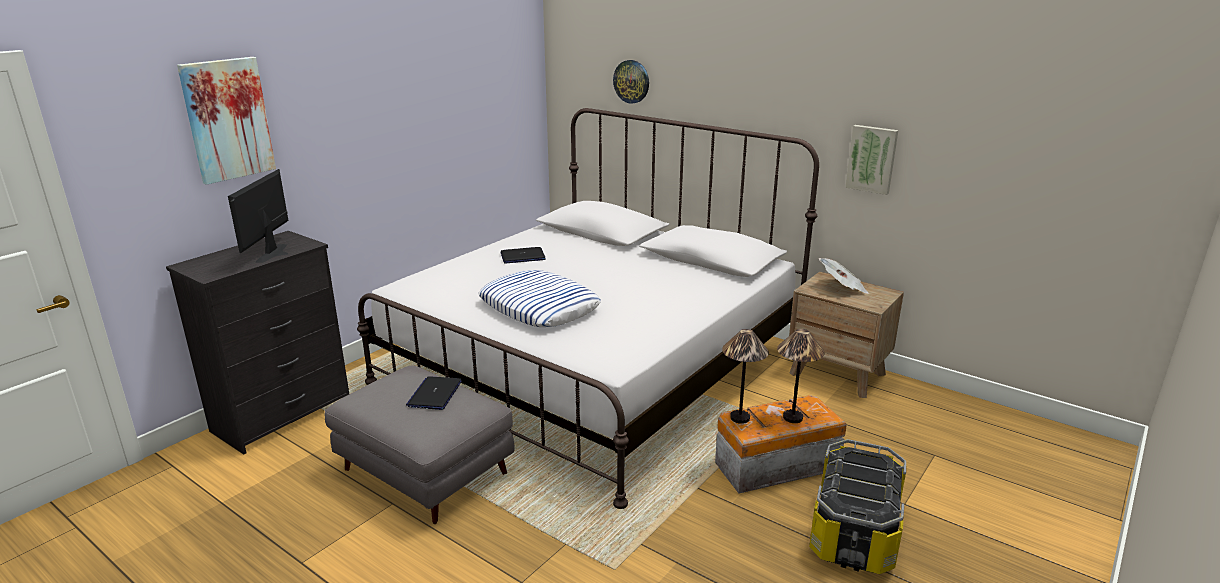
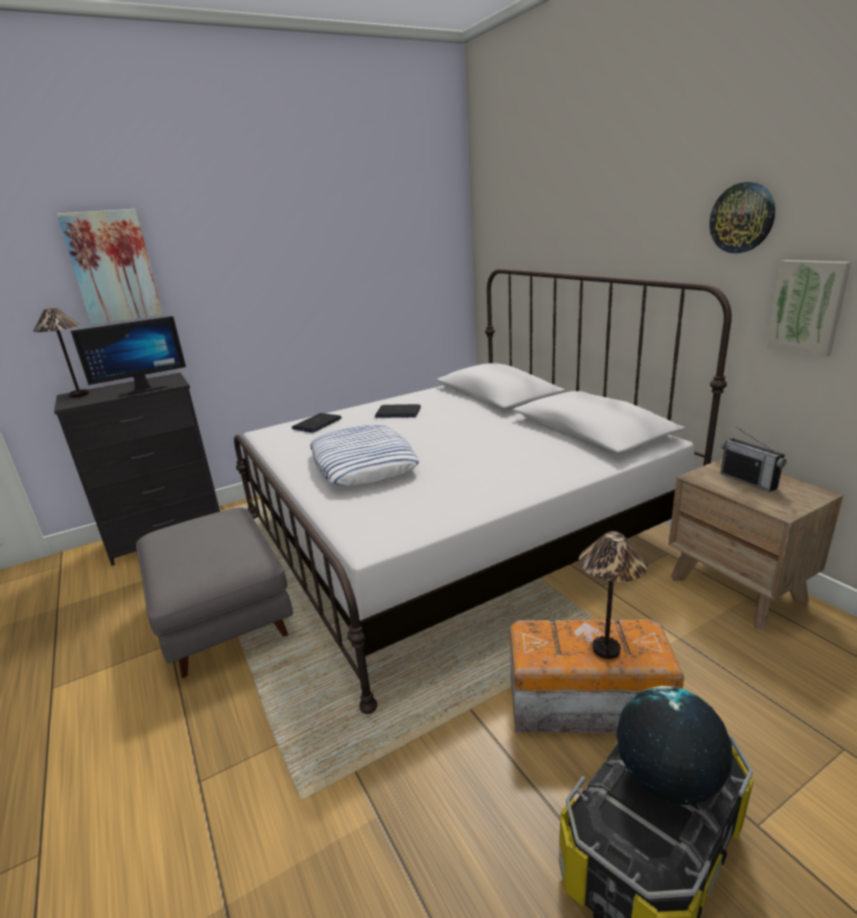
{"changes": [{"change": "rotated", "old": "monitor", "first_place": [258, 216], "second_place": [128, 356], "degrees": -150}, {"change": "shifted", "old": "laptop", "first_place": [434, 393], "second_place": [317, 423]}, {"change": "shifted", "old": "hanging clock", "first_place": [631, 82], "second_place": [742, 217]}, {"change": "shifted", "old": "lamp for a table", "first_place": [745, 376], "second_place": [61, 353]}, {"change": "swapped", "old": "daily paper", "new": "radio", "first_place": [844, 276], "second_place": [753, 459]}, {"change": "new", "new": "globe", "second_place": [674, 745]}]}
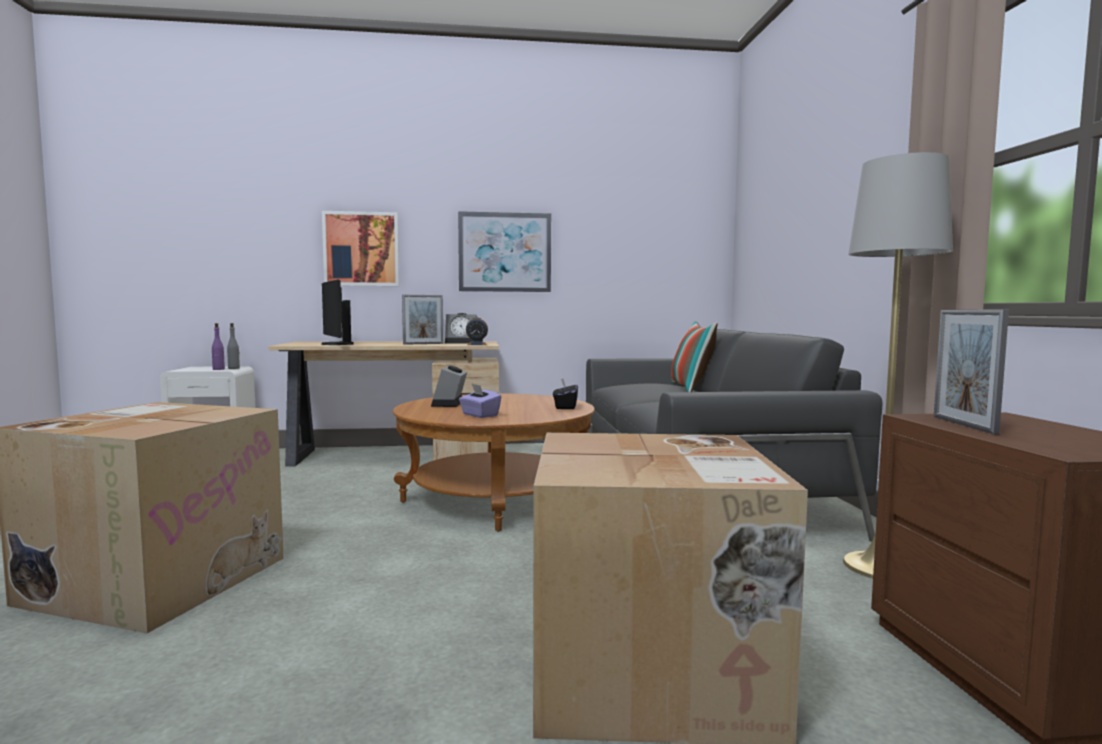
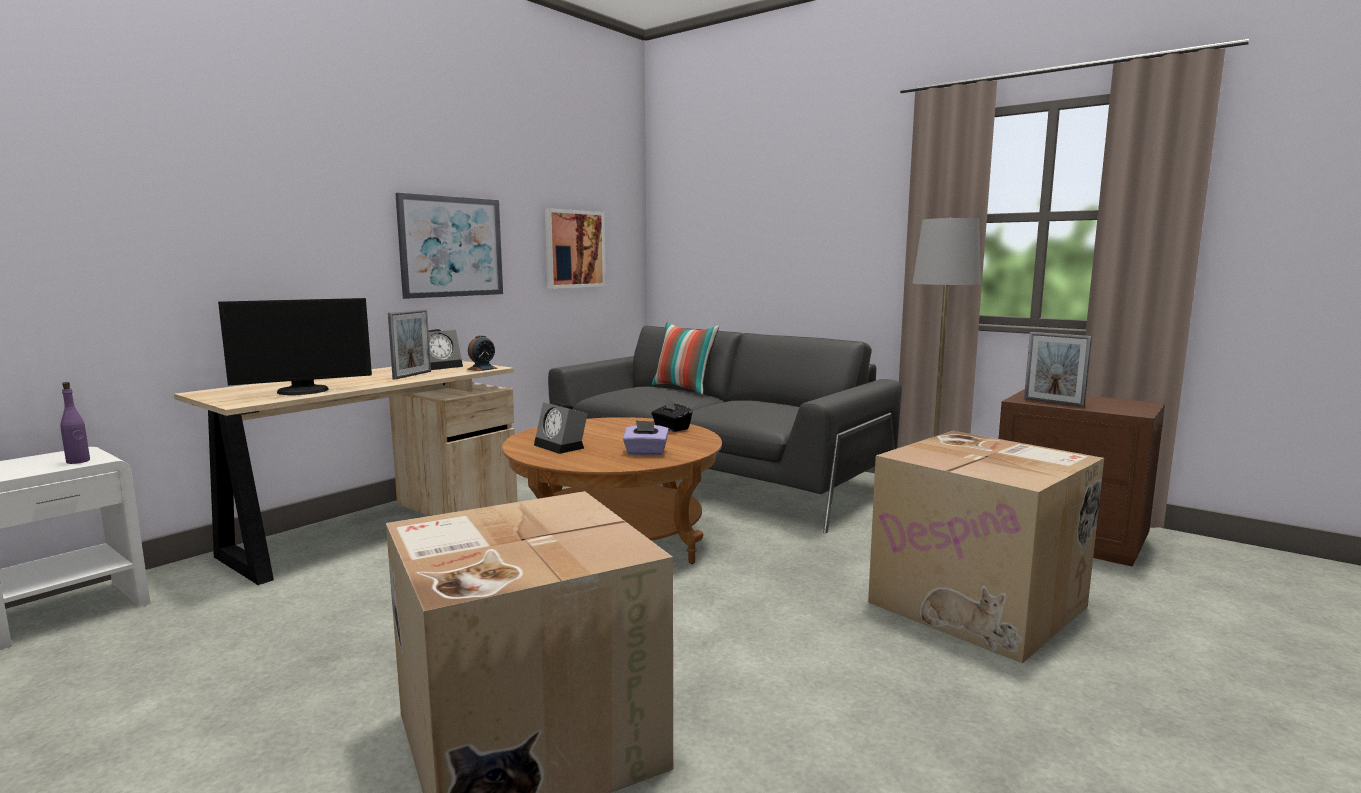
{"changes": [{"change": "gone", "old": "bottle (grey)", "first_place": [233, 346]}, {"change": "rotated", "old": "monitor", "first_place": [337, 312], "second_place": [295, 346], "degrees": -45}, {"change": "shifted", "old": "wall art", "first_place": [360, 248], "second_place": [575, 248]}]}
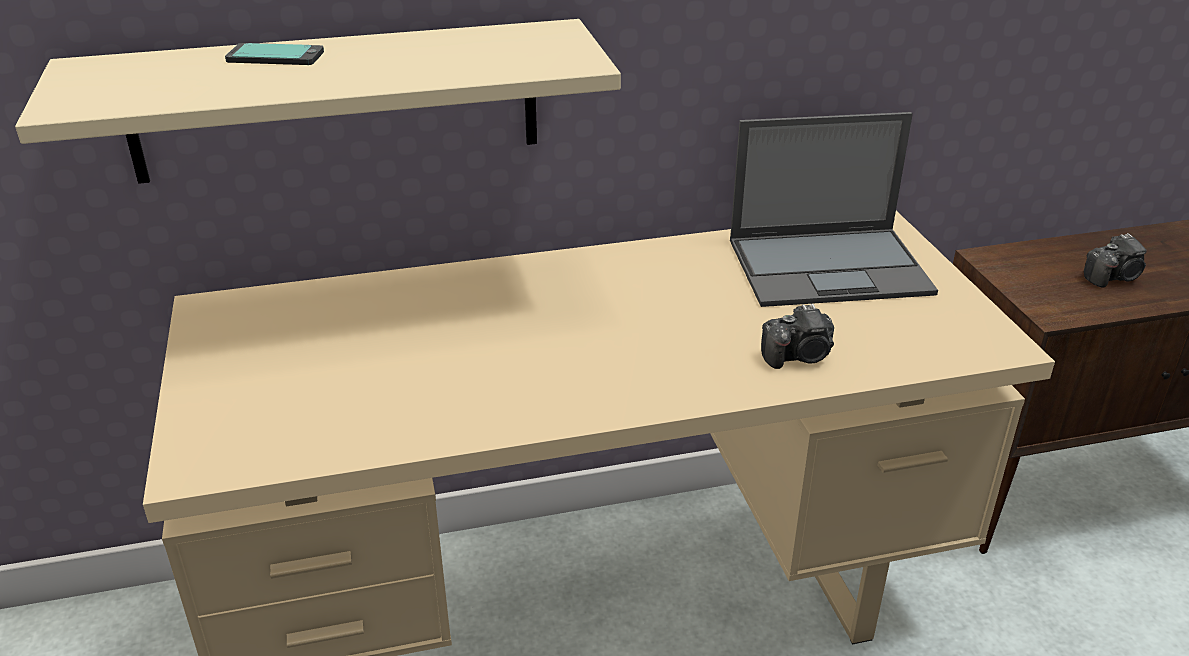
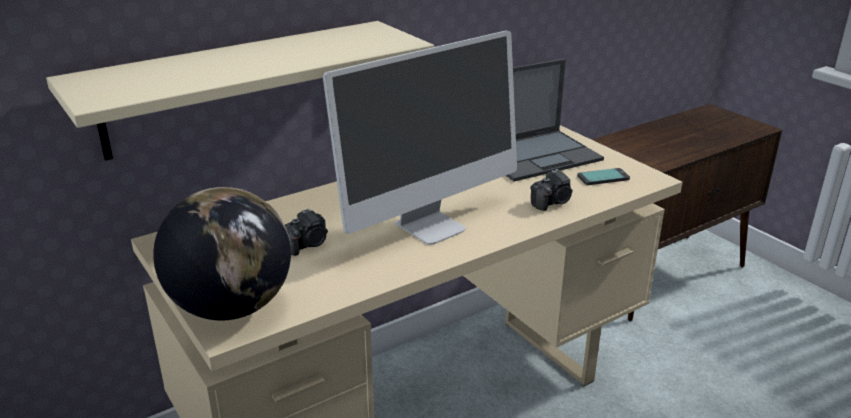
{"changes": [{"change": "shifted", "old": "phone", "first_place": [274, 54], "second_place": [603, 176]}, {"change": "shifted", "old": "photo camera", "first_place": [1115, 260], "second_place": [306, 232]}, {"change": "new", "new": "globe", "second_place": [222, 254]}, {"change": "new", "new": "monitor", "second_place": [420, 138]}]}
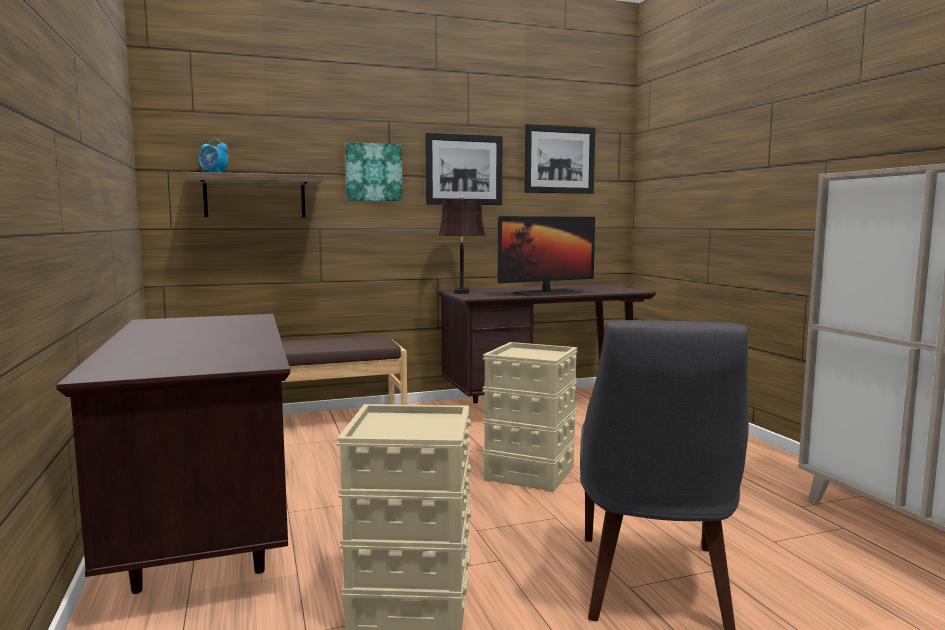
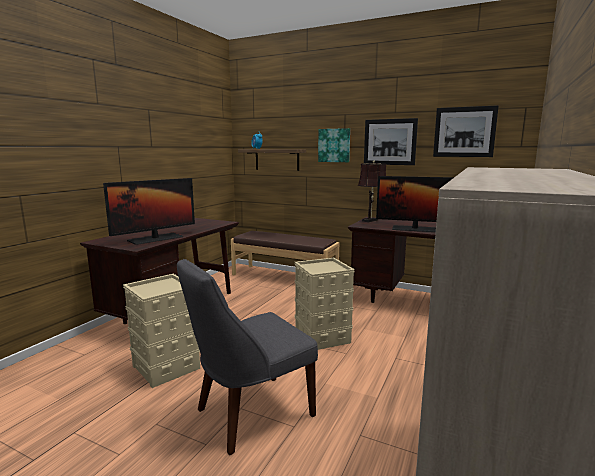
{"changes": [{"change": "new", "new": "monitor", "second_place": [149, 211]}]}
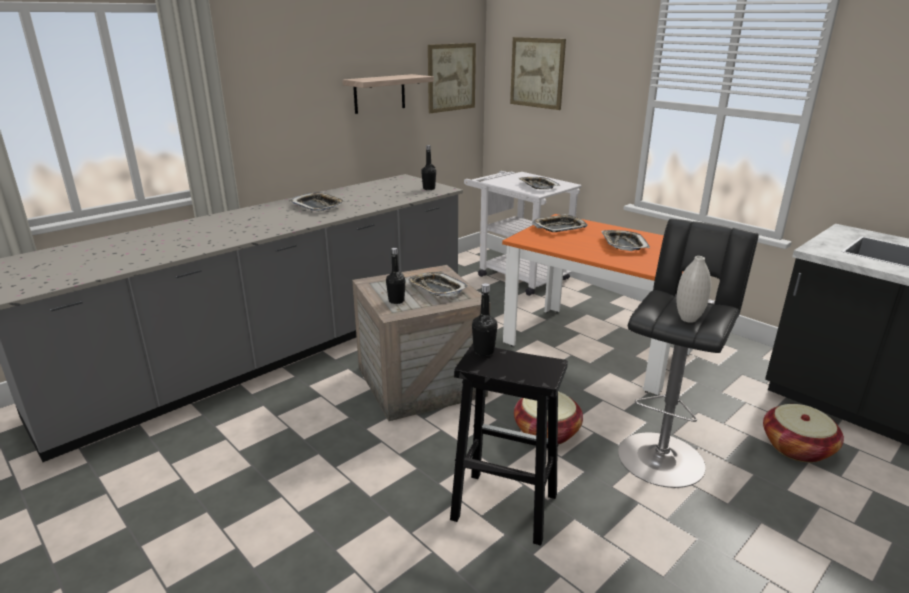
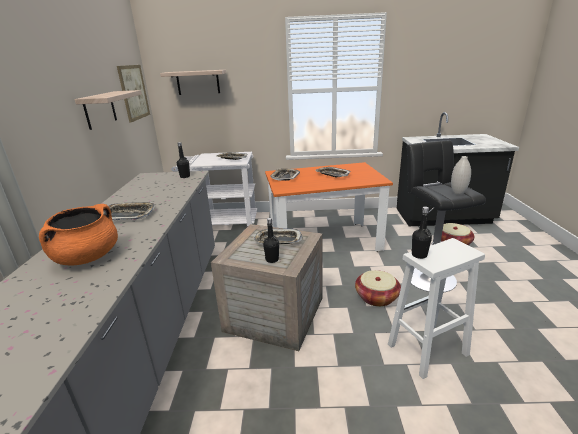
{"changes": [{"change": "repainted", "old": "sitting stool (black)", "new": "sitting stool (white-coloured)", "first_place": [509, 445], "second_place": [436, 308]}, {"change": "swapped", "old": "wall art", "new": "wall shelf", "first_place": [538, 73], "second_place": [193, 82]}, {"change": "new", "new": "stockpot (orange-coloured)", "second_place": [78, 234]}]}
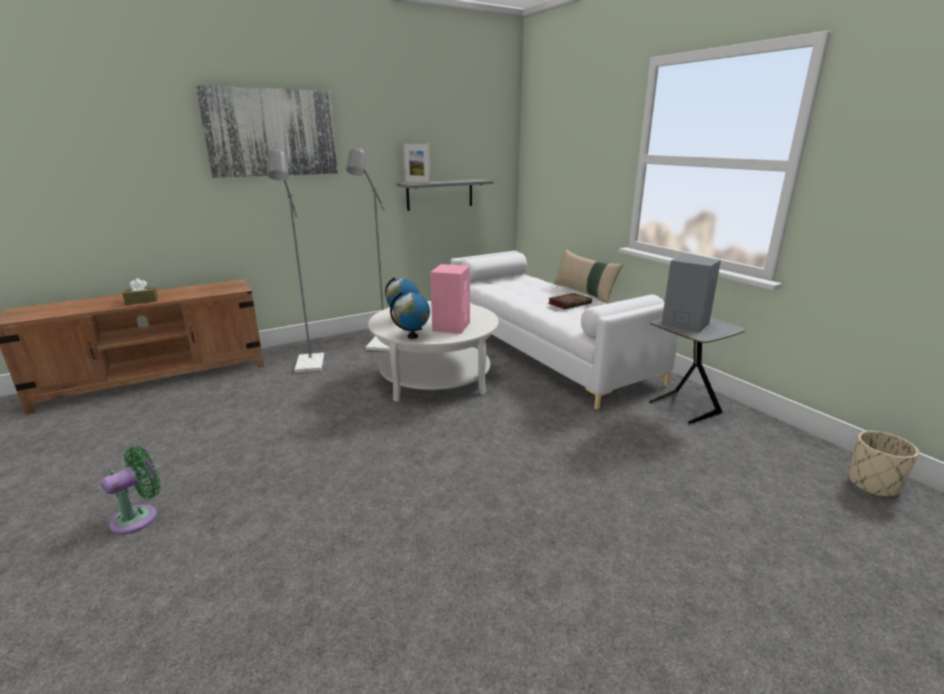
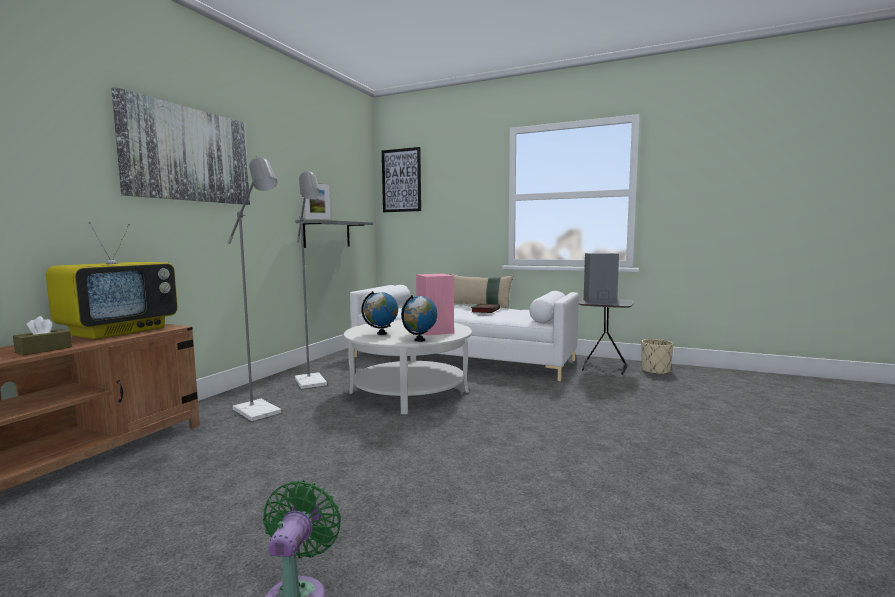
{"changes": [{"change": "shifted", "old": "flower pot (sand-coloured)", "first_place": [883, 463], "second_place": [657, 357]}, {"change": "new", "new": "TV", "second_place": [112, 280]}, {"change": "new", "new": "wall art", "second_place": [401, 179]}]}
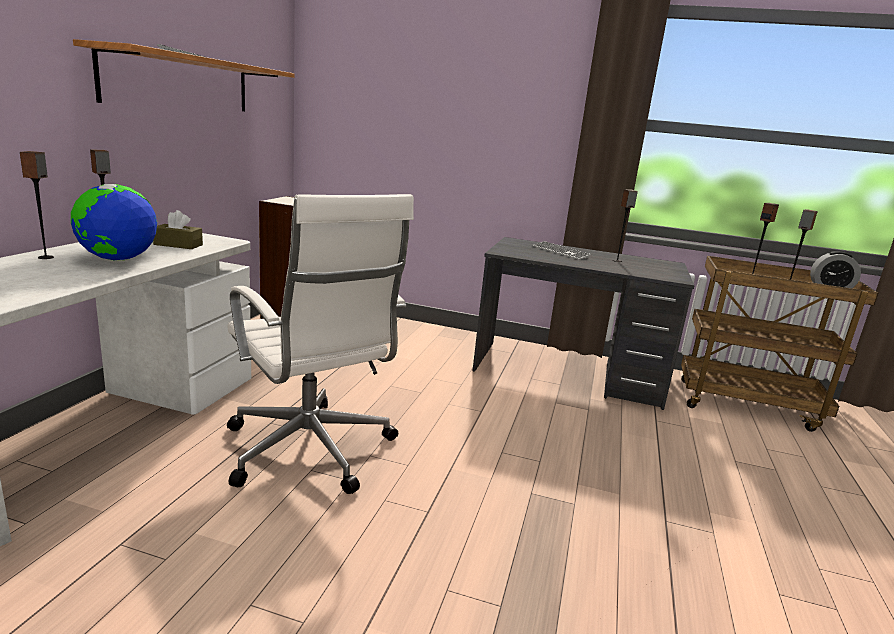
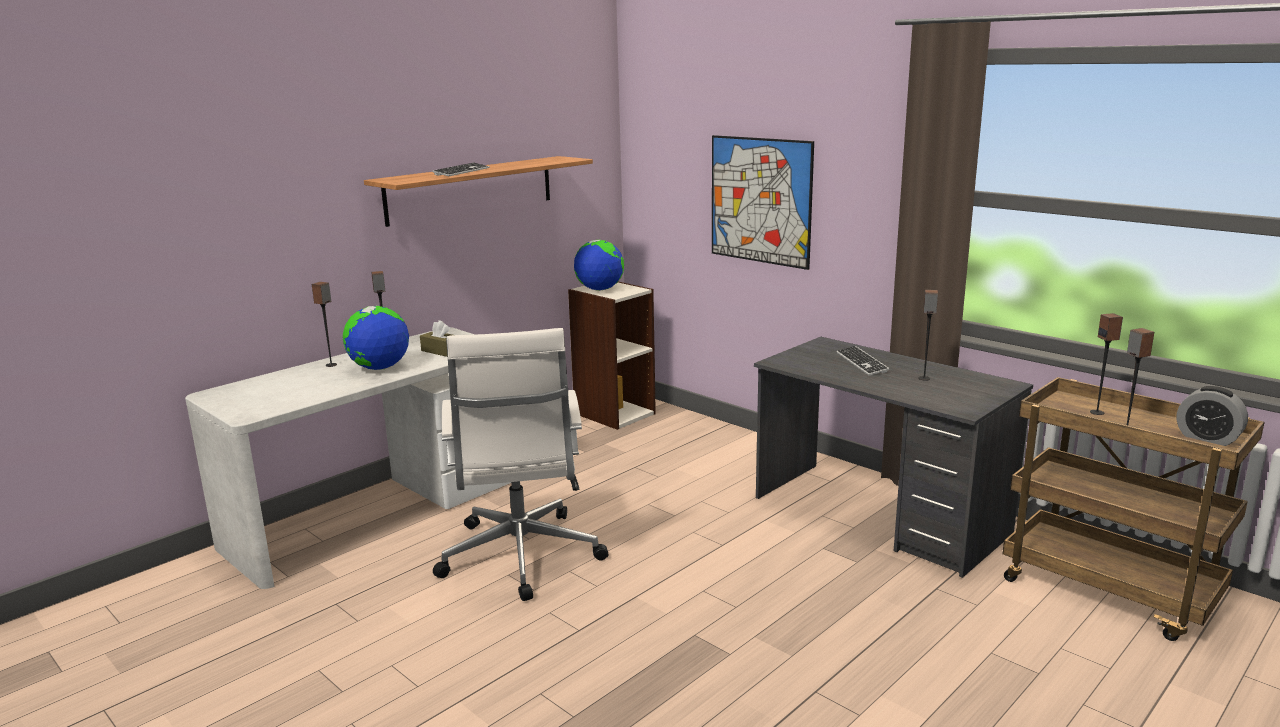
{"changes": [{"change": "new", "new": "globe", "second_place": [599, 265]}, {"change": "new", "new": "wall art", "second_place": [763, 202]}]}
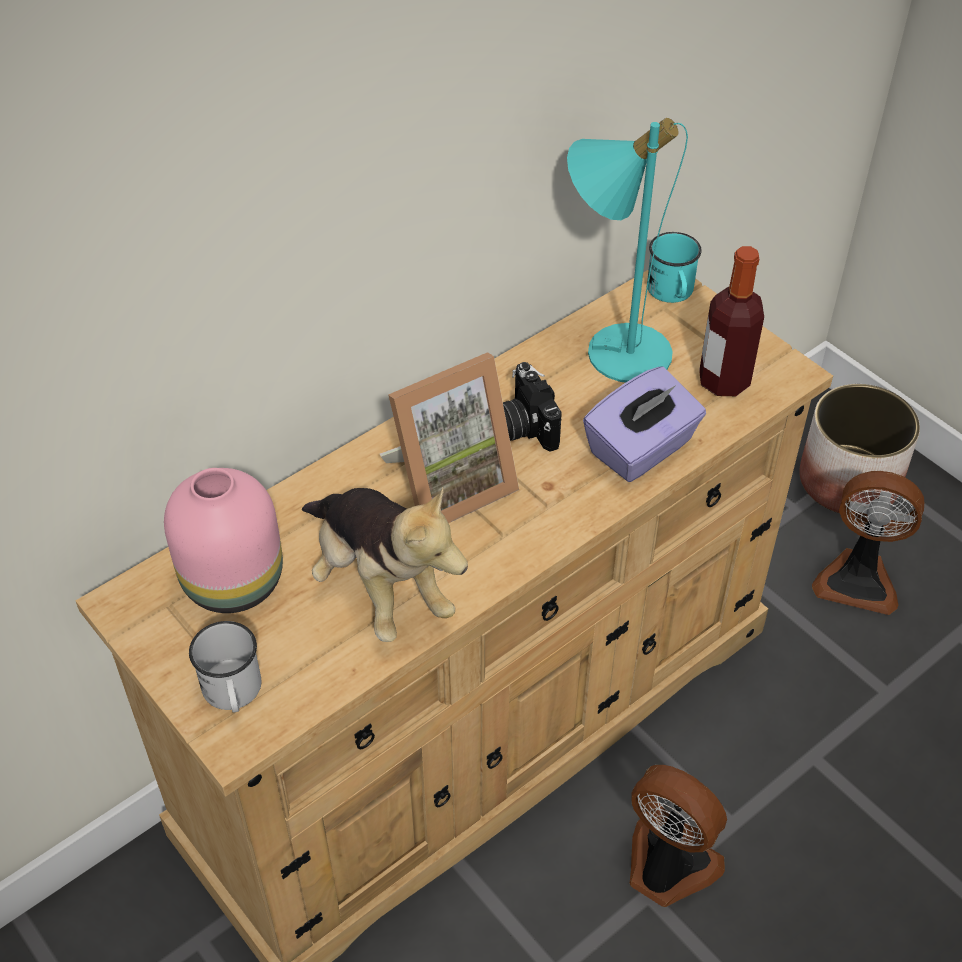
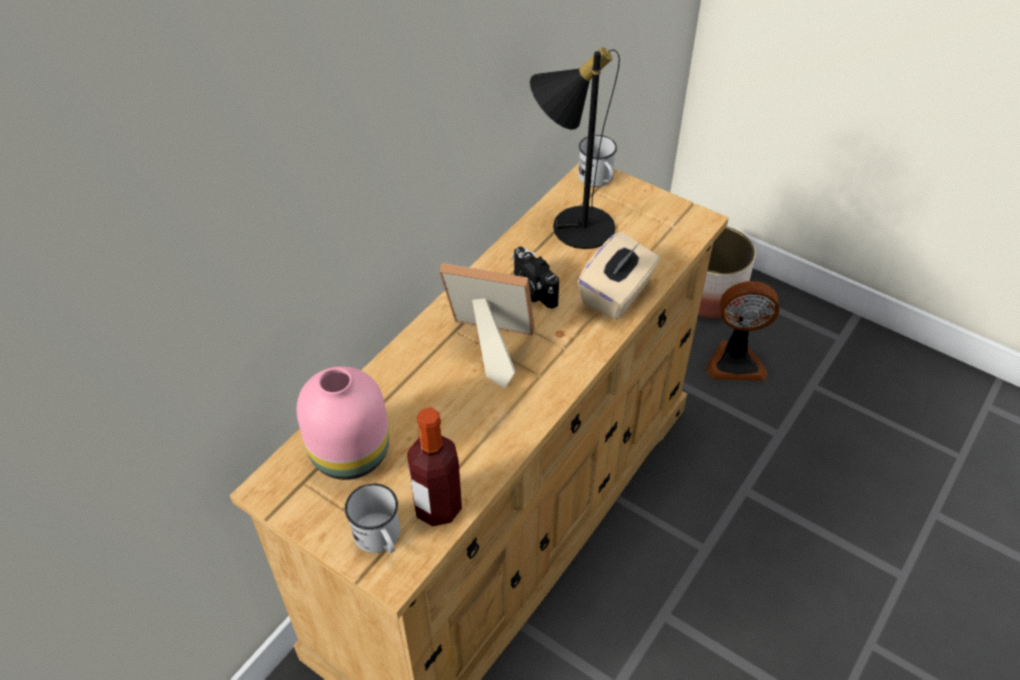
{"changes": [{"change": "gone", "old": "soft toy", "first_place": [385, 564]}, {"change": "rotated", "old": "photo frame", "first_place": [449, 437], "second_place": [487, 325], "degrees": -120}, {"change": "repainted", "old": "lamp for a table (turquoise)", "new": "lamp for a table (black)", "first_place": [627, 250], "second_place": [575, 148]}, {"change": "repainted", "old": "tissue box (purple-coloured)", "new": "tissue box (sand-coloured)", "first_place": [644, 424], "second_place": [619, 275]}, {"change": "gone", "old": "cooling fan", "first_place": [678, 836]}, {"change": "repainted", "old": "coffee mug (turquoise)", "new": "coffee mug (white-coloured)", "first_place": [674, 267], "second_place": [597, 161]}, {"change": "shifted", "old": "bottle", "first_place": [731, 321], "second_place": [434, 466]}]}
